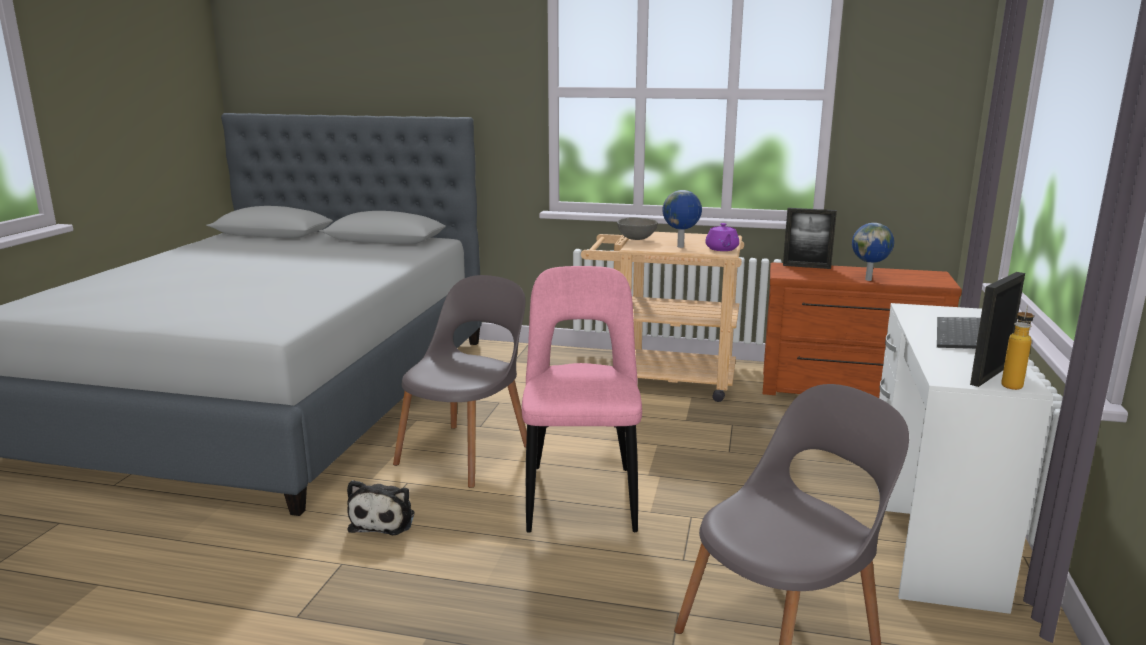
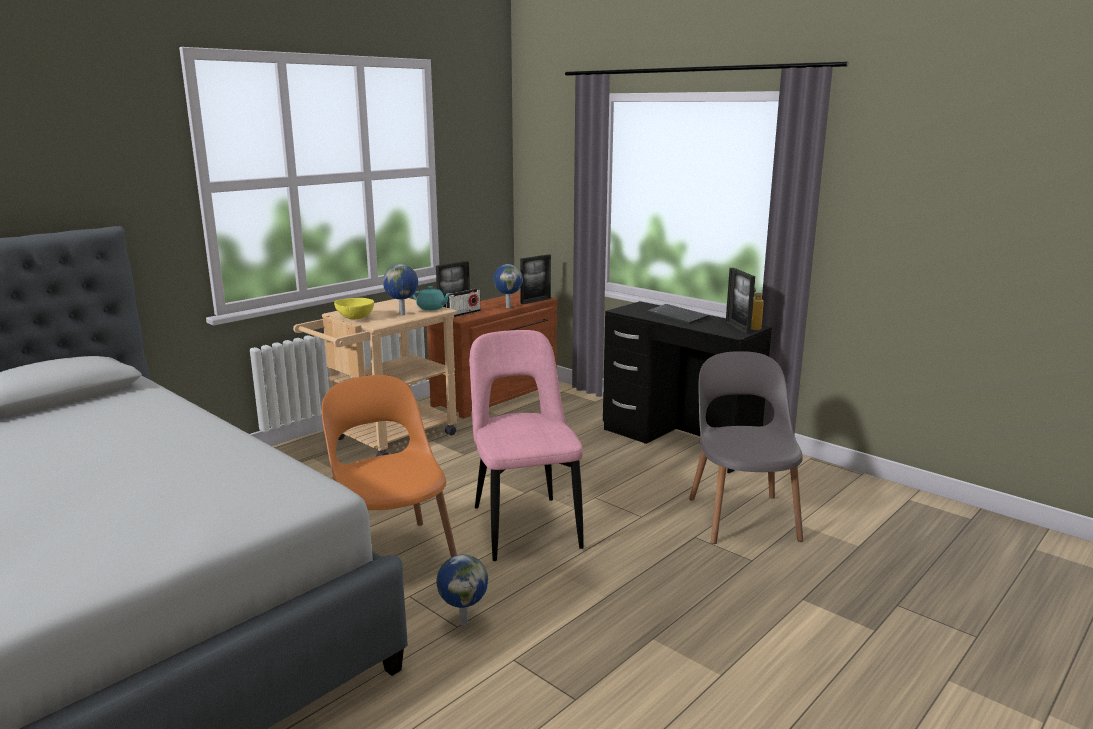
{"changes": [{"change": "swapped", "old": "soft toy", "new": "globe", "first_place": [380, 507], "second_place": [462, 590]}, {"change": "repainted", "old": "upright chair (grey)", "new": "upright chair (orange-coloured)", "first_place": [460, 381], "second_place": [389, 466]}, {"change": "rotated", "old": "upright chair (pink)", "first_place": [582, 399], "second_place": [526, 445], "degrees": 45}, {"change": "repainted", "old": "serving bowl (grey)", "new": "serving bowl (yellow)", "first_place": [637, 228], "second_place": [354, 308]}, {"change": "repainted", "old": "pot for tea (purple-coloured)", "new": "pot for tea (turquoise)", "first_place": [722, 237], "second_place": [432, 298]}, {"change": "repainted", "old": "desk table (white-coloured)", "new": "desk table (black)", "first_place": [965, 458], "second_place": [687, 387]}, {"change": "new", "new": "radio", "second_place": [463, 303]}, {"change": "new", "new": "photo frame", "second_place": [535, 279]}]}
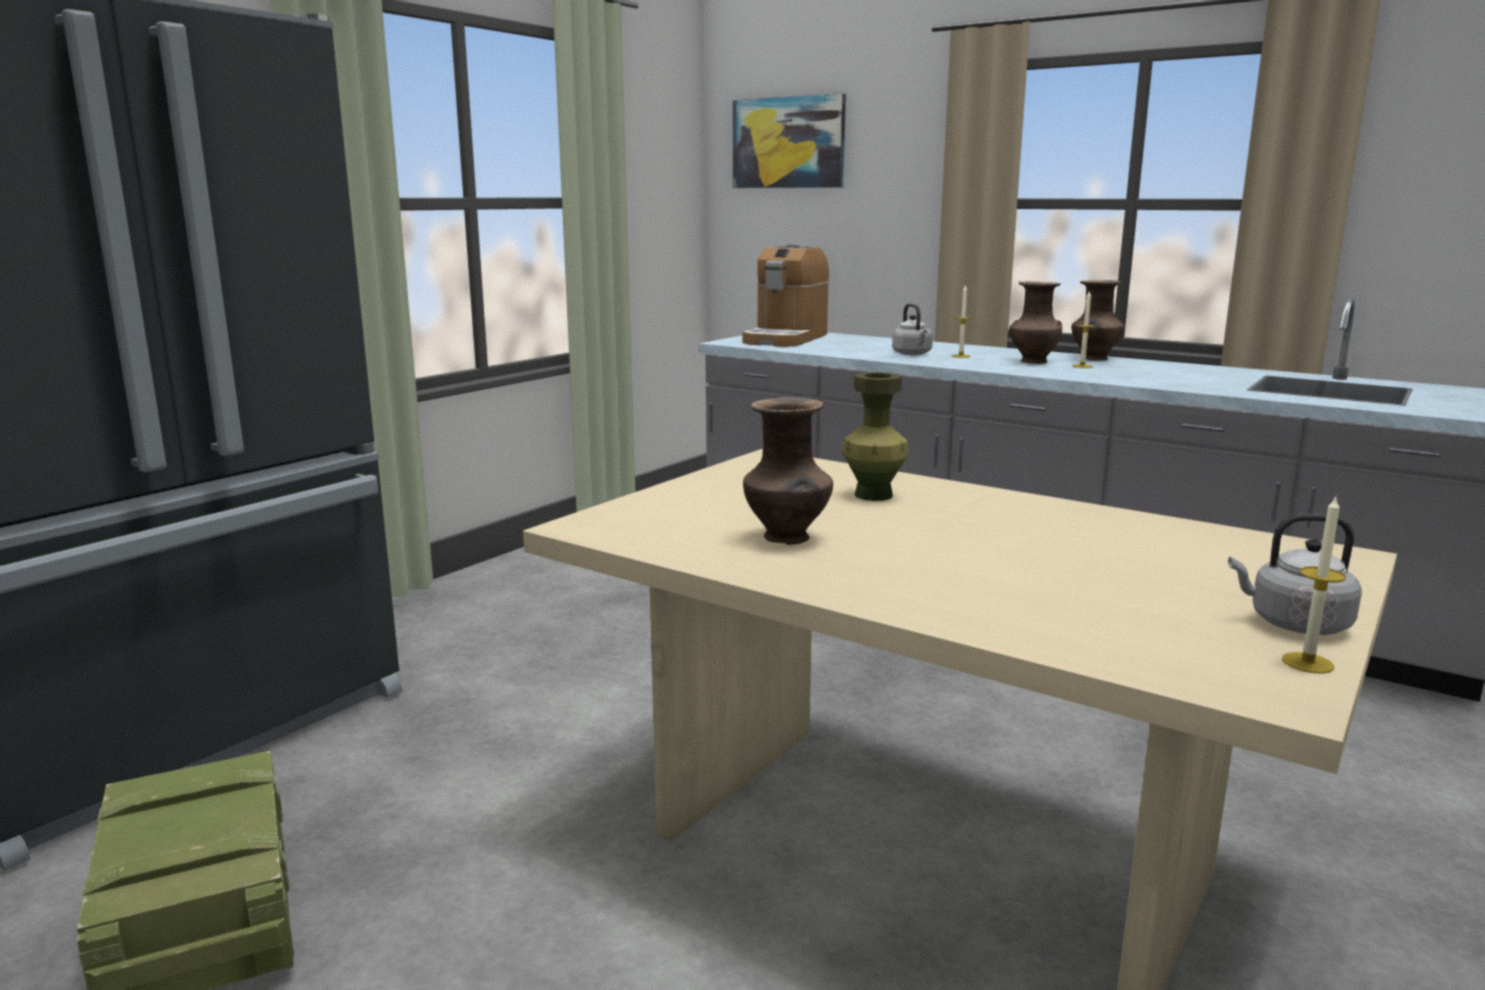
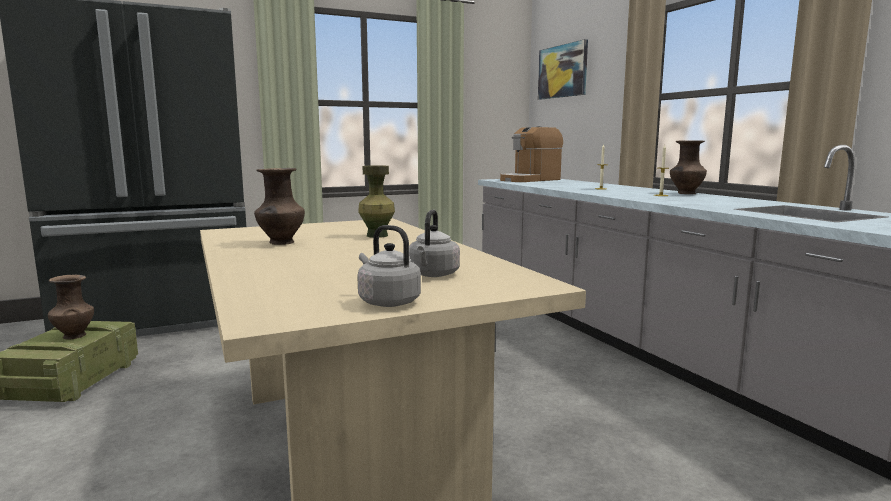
{"changes": [{"change": "shifted", "old": "kettle (grey)", "first_place": [912, 329], "second_place": [434, 243]}, {"change": "shifted", "old": "flower vase (brown)", "first_place": [1035, 322], "second_place": [71, 307]}, {"change": "gone", "old": "wax candle", "first_place": [1314, 585]}]}
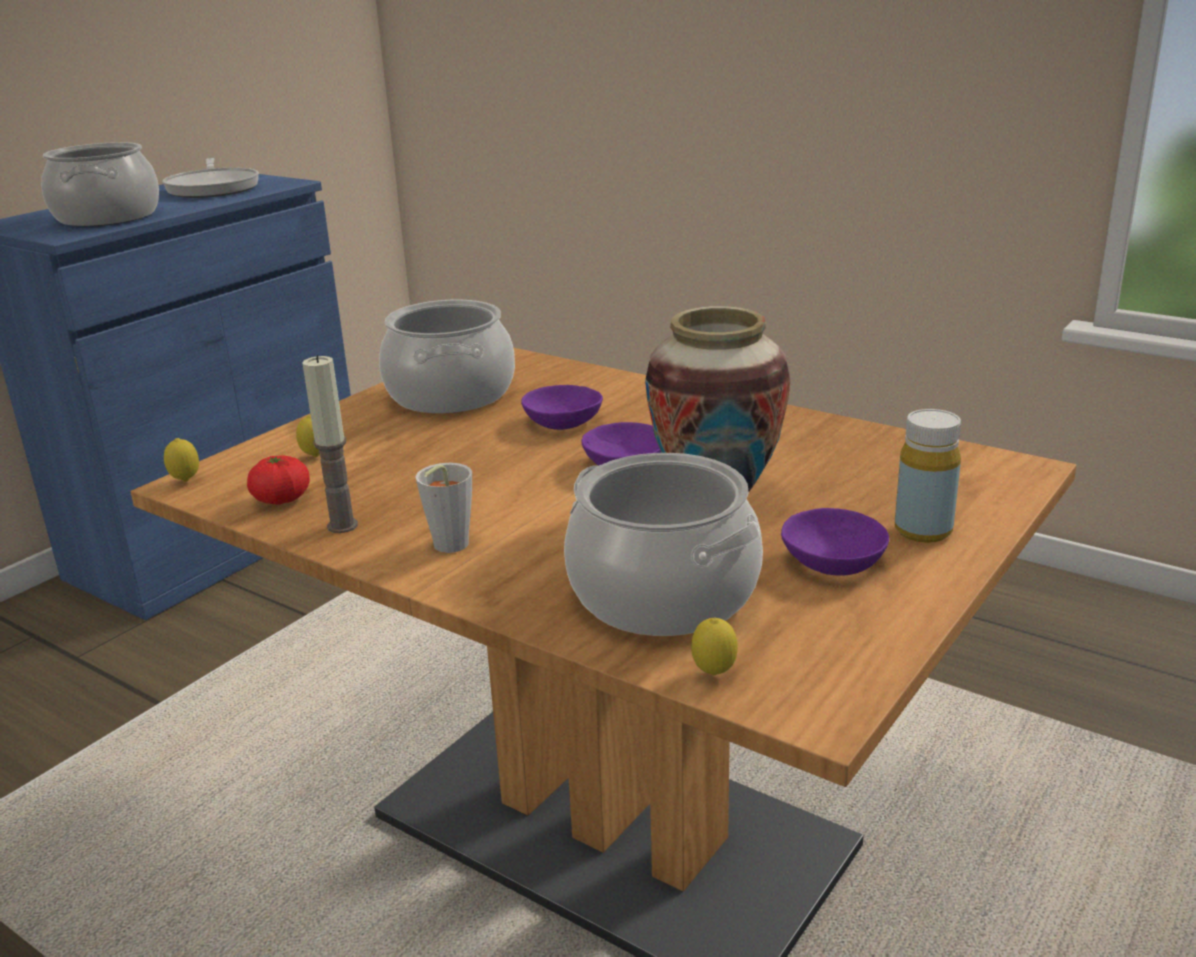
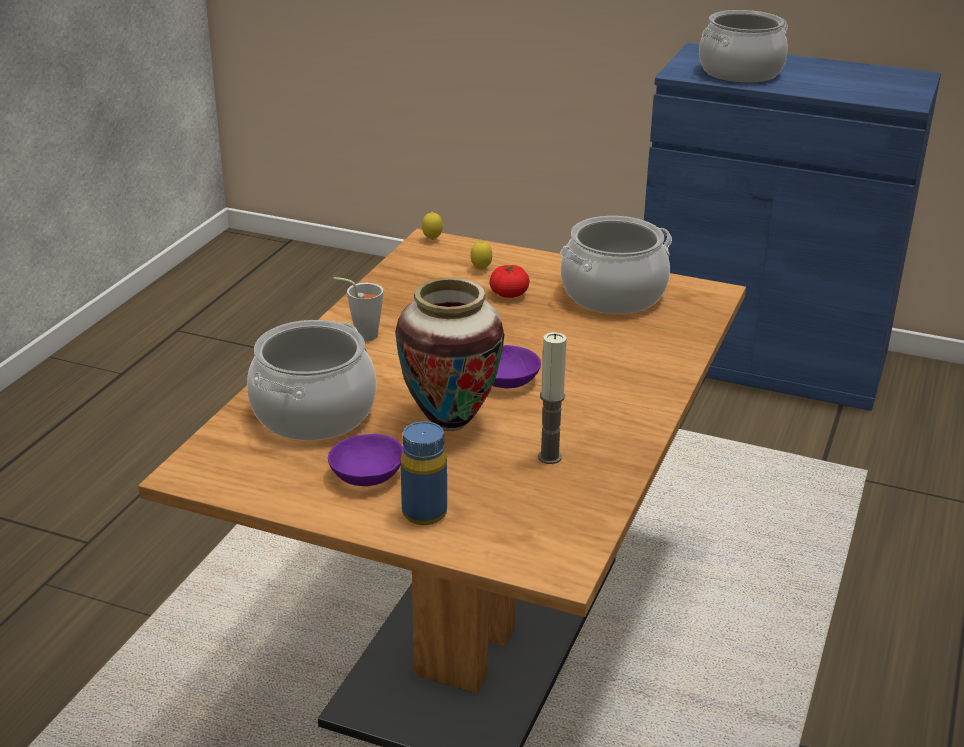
{"changes": [{"change": "gone", "old": "skillet", "first_place": [210, 178]}, {"change": "shifted", "old": "fresh tomato", "first_place": [278, 479], "second_place": [509, 281]}, {"change": "shifted", "old": "wax candle", "first_place": [330, 444], "second_place": [552, 398]}, {"change": "gone", "old": "serving bowl (purple-coloured)", "first_place": [562, 407]}, {"change": "gone", "old": "whole lemon", "first_place": [714, 646]}, {"change": "repainted", "old": "bottle (yellow)", "new": "bottle (blue-coloured)", "first_place": [928, 476], "second_place": [424, 473]}]}
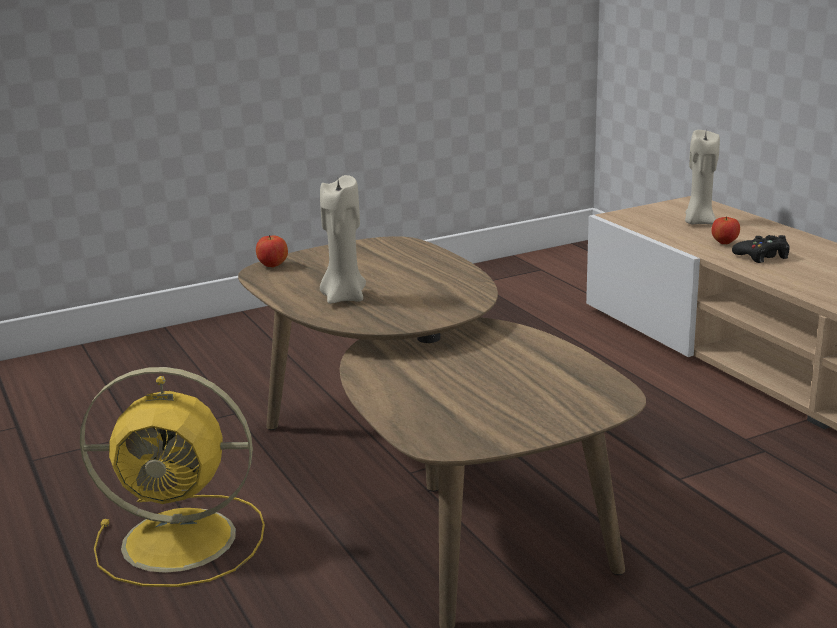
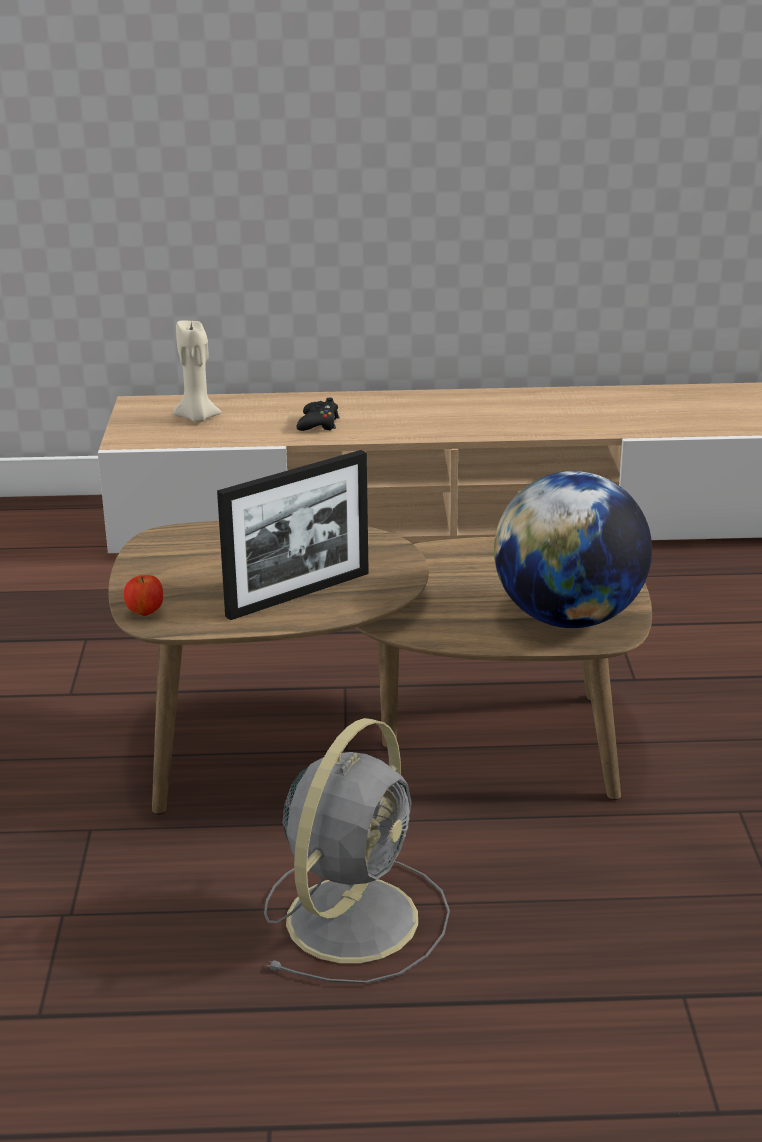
{"changes": [{"change": "repainted", "old": "cooling fan (yellow)", "new": "cooling fan (grey)", "first_place": [172, 477], "second_place": [357, 851]}, {"change": "swapped", "old": "wax candle (sand-coloured)", "new": "photo frame", "first_place": [343, 239], "second_place": [293, 535]}, {"change": "gone", "old": "apple", "first_place": [725, 230]}, {"change": "new", "new": "globe", "second_place": [573, 549]}]}
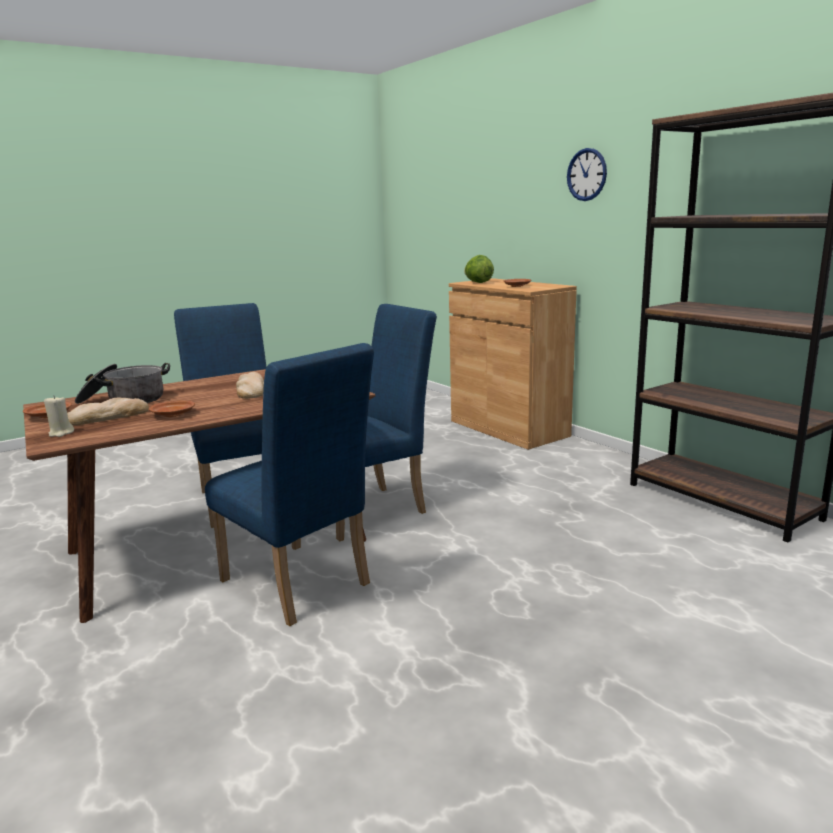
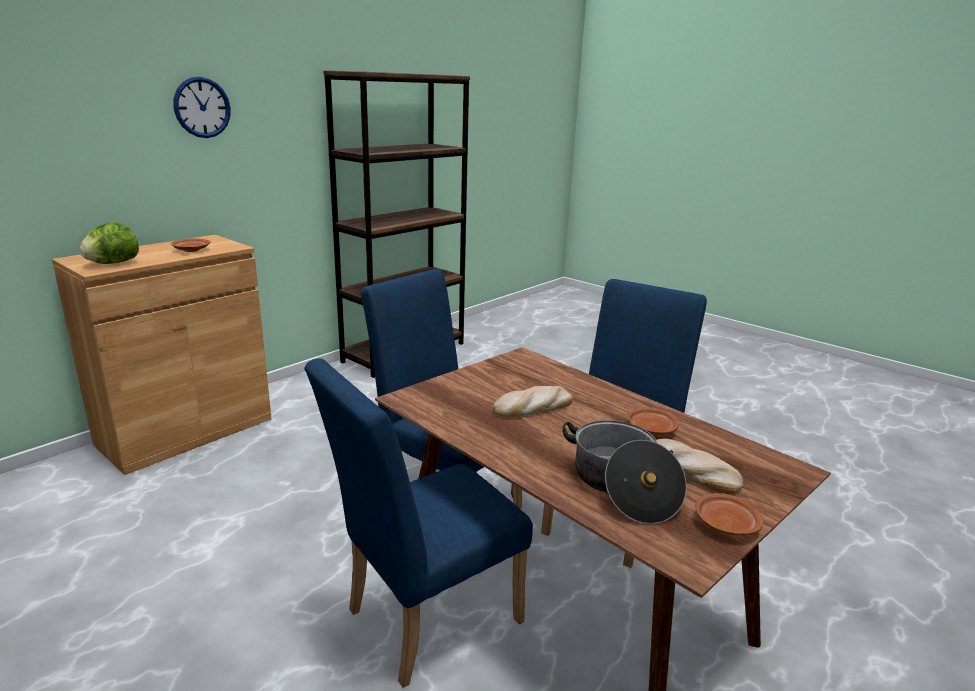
{"changes": [{"change": "gone", "old": "wax candle (sand-coloured)", "first_place": [59, 416]}]}
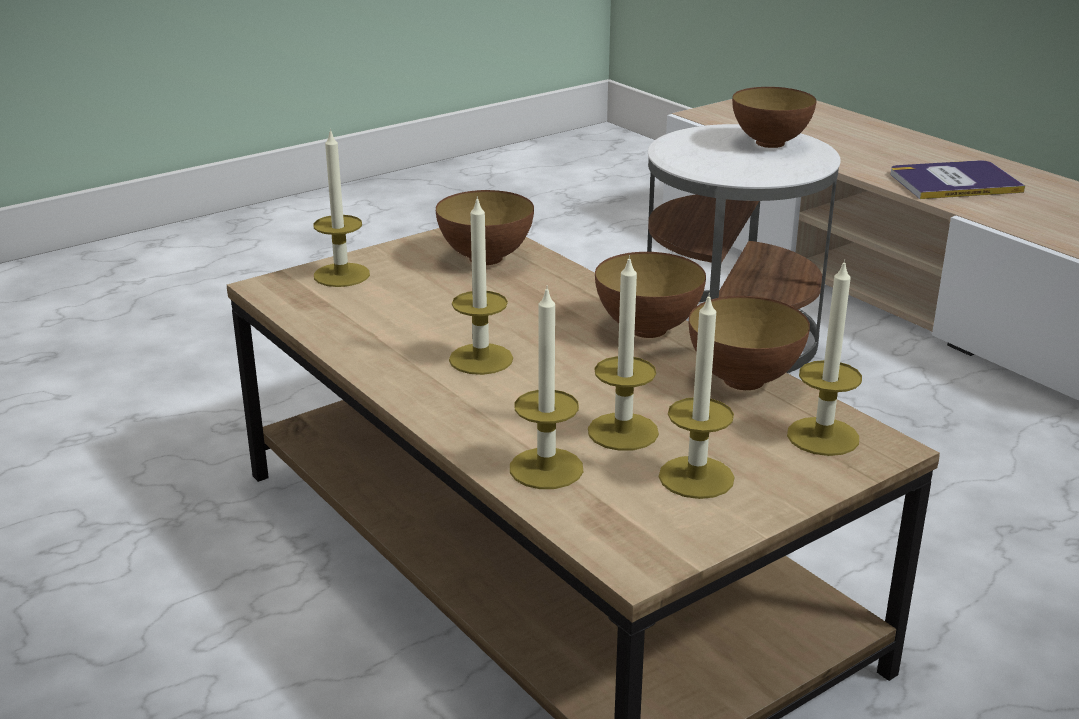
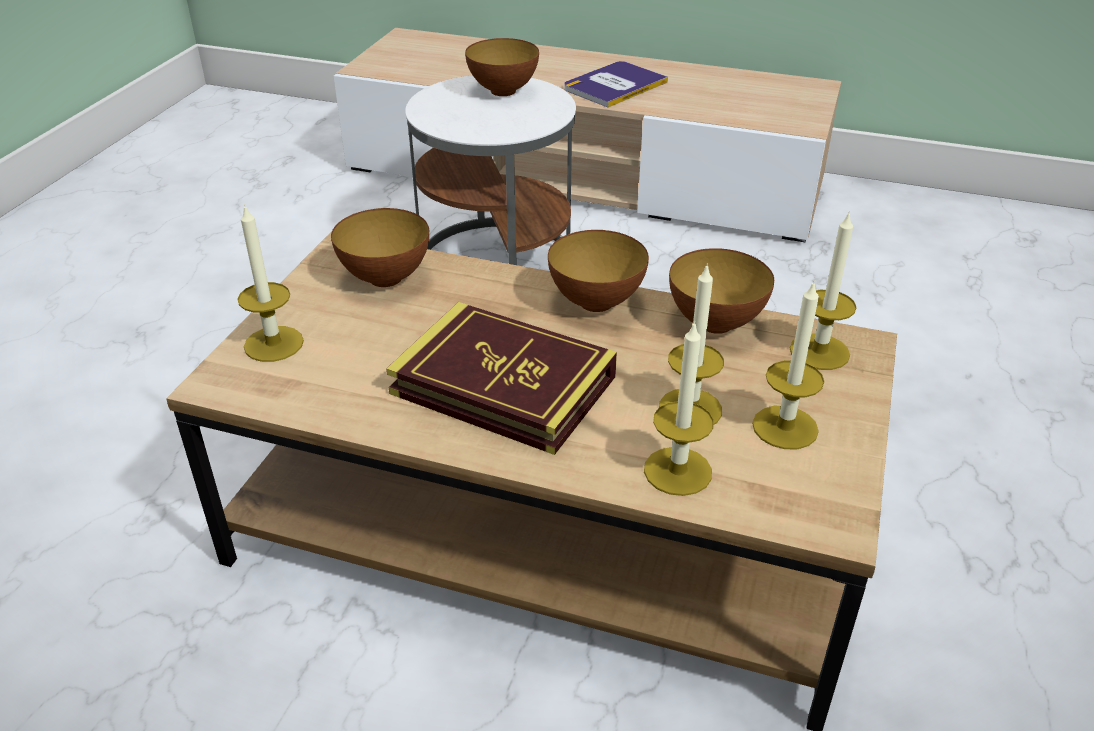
{"changes": [{"change": "swapped", "old": "wax candle", "new": "volume", "first_place": [481, 285], "second_place": [501, 378]}]}
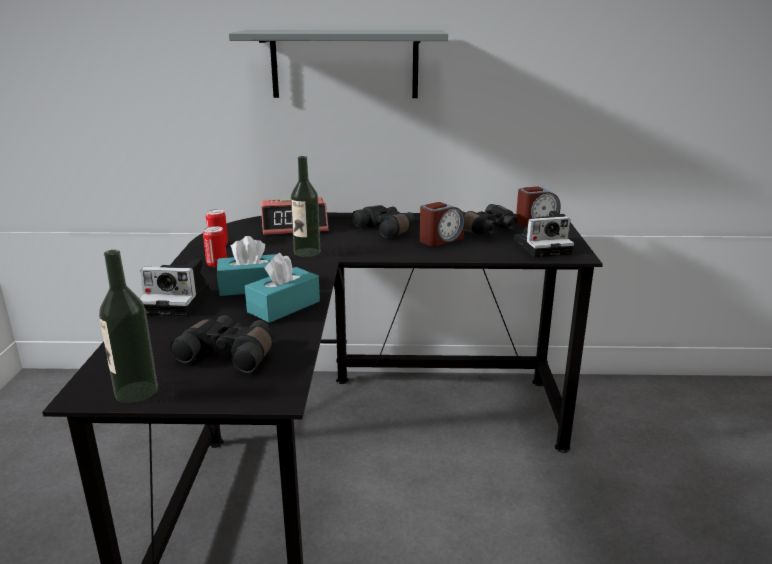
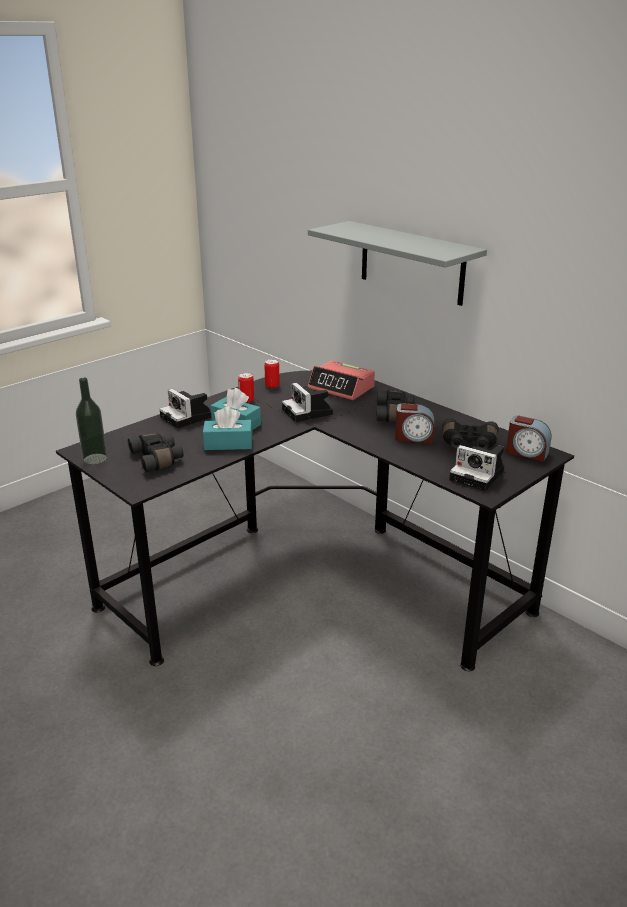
{"changes": [{"change": "swapped", "old": "bottle", "new": "photo camera", "first_place": [305, 206], "second_place": [307, 402]}]}
